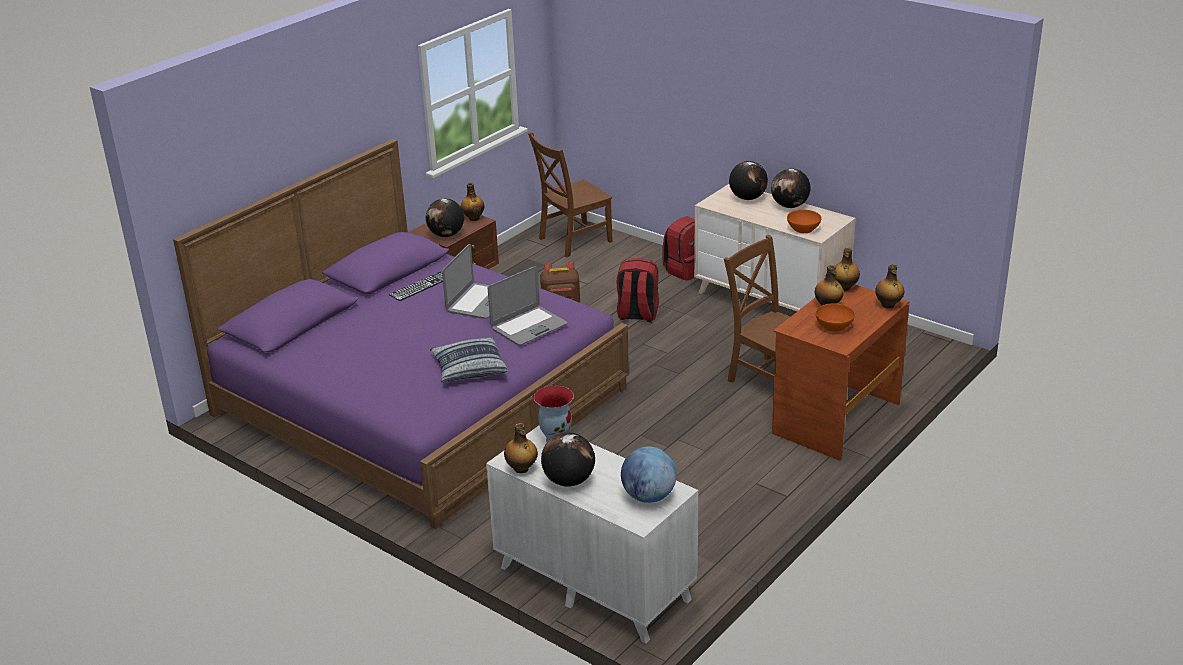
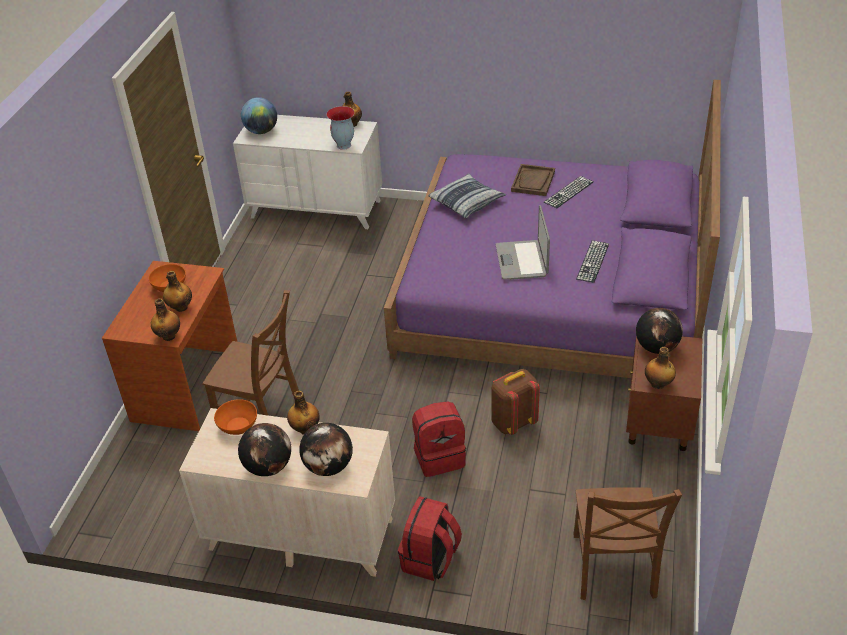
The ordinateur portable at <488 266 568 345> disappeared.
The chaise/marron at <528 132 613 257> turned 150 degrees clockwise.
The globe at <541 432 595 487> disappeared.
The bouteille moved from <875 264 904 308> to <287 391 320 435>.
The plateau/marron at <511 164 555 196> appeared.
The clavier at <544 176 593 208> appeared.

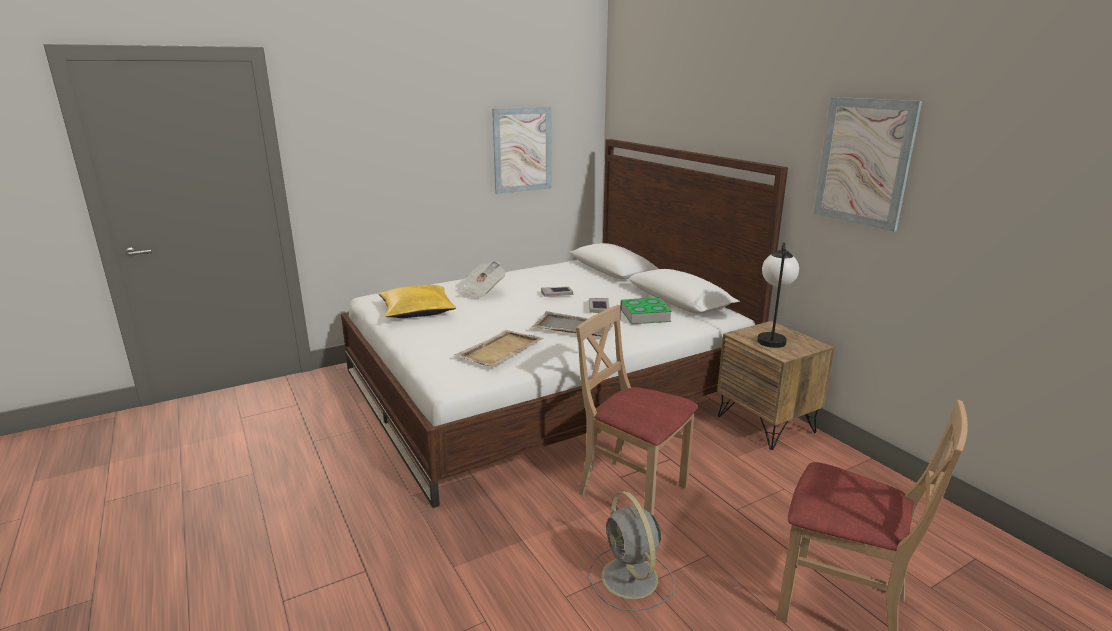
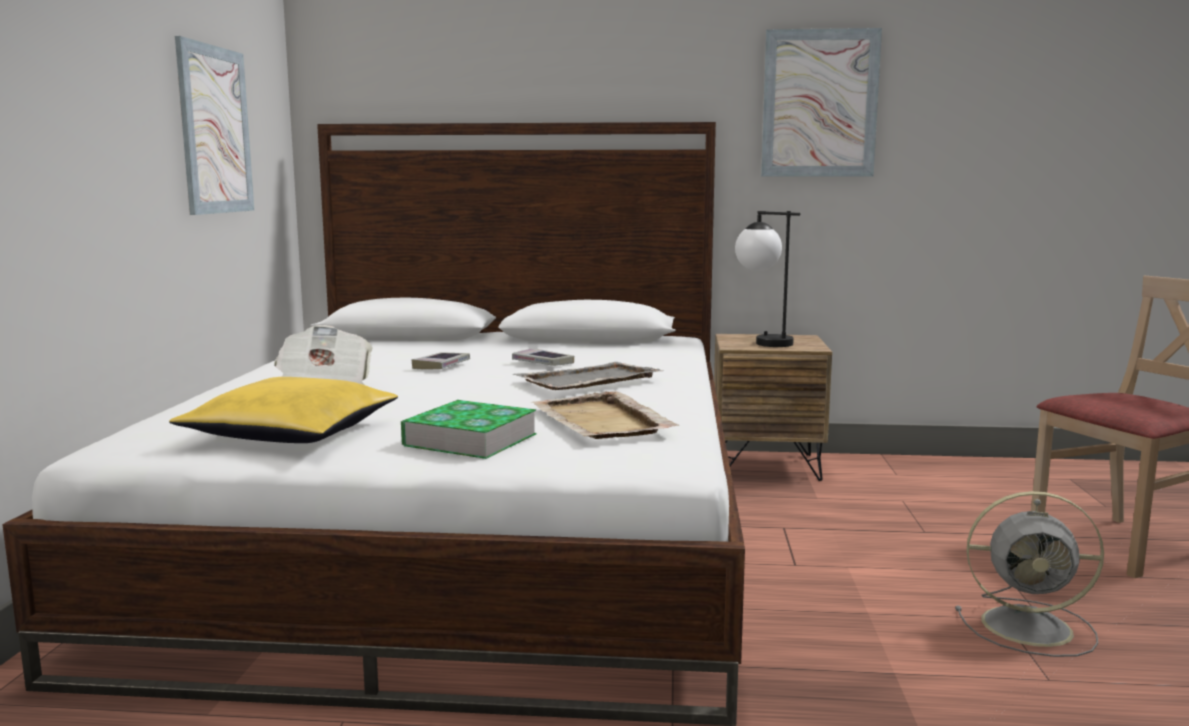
The chaise/beige at <576 305 698 516> disappeared.
The livre moved from <621 298 672 324> to <401 400 537 459>.

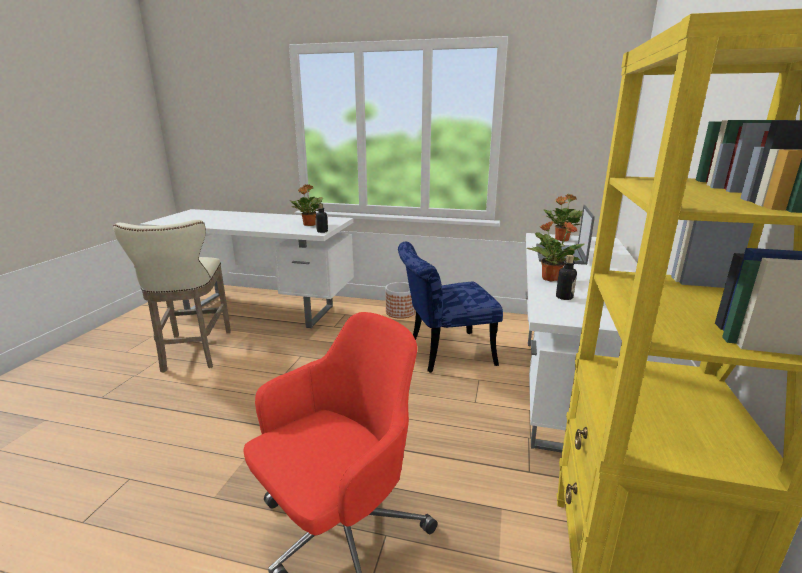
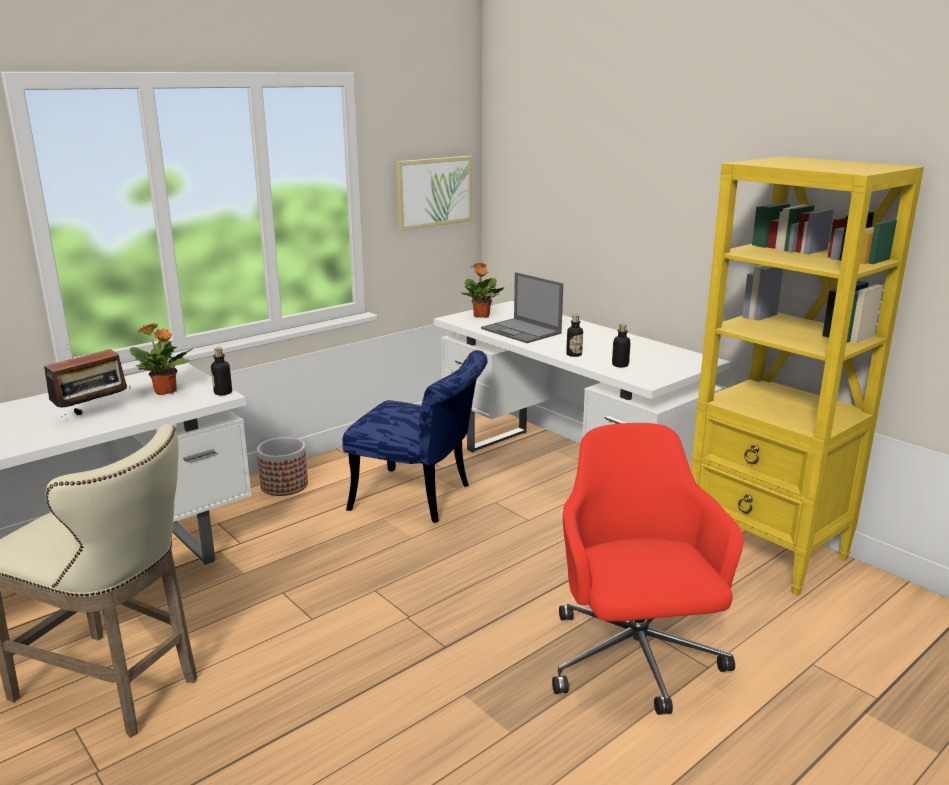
The chaise/bleu at <398 242 503 373> turned 90 degrees counterclockwise.
The plante en pot at <527 220 584 282> was replaced by the bouteille at <566 314 583 357>.
The radio at <44 349 131 417> appeared.
The tableau at <396 156 472 231> appeared.

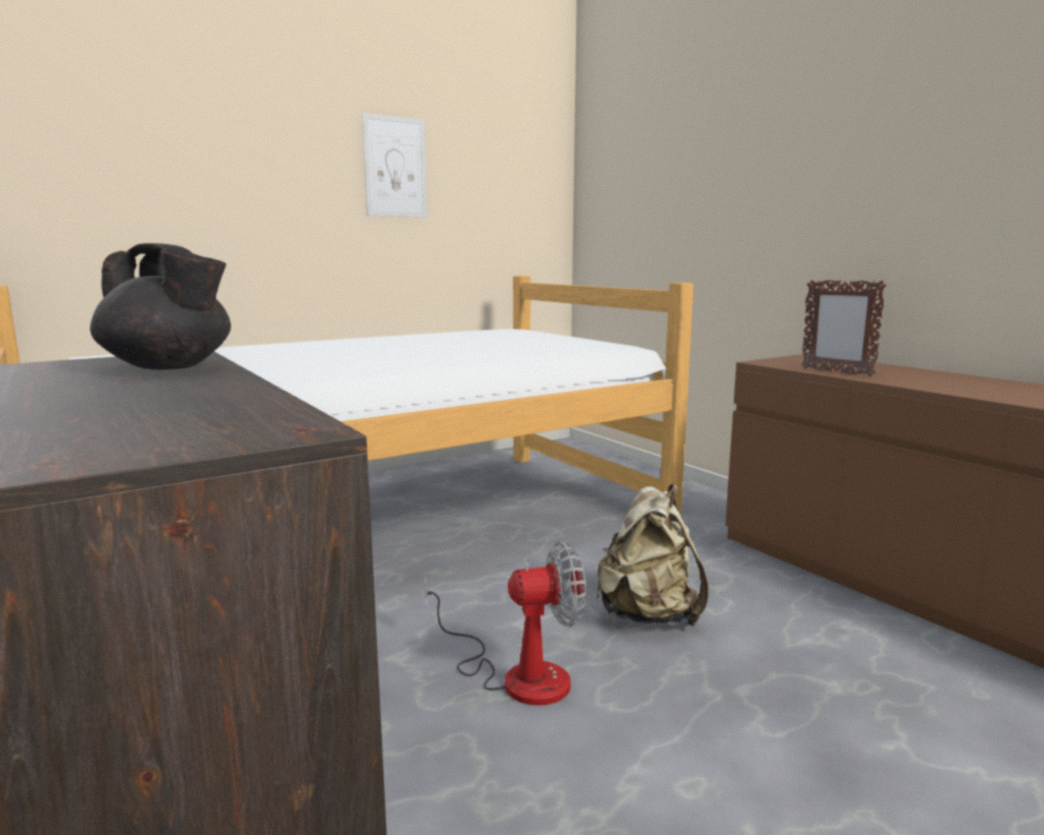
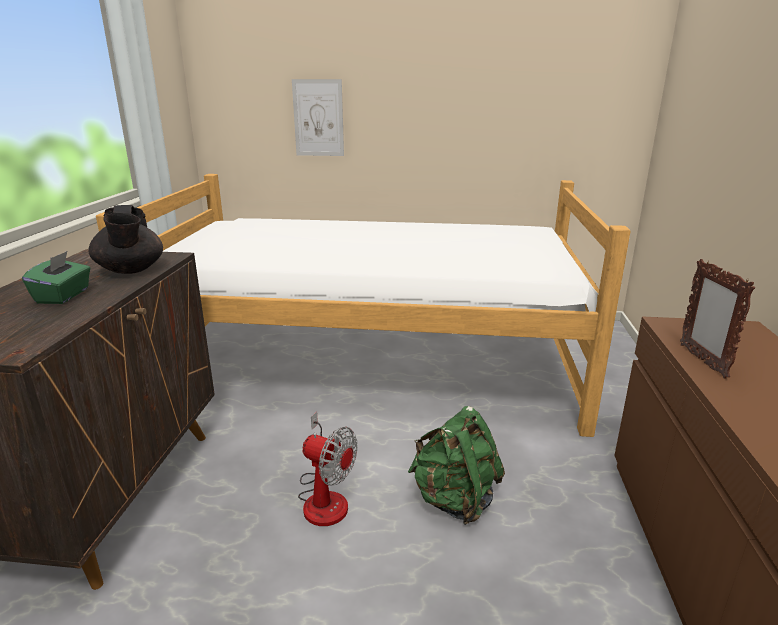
The tableau moved from <362 113 427 218> to <292 79 344 156>.
The sac à dos/beige at <596 484 709 626> became the sac à dos/vert at <408 406 505 525>.
The boîte à mouchoirs/vert at <22 251 90 304> appeared.

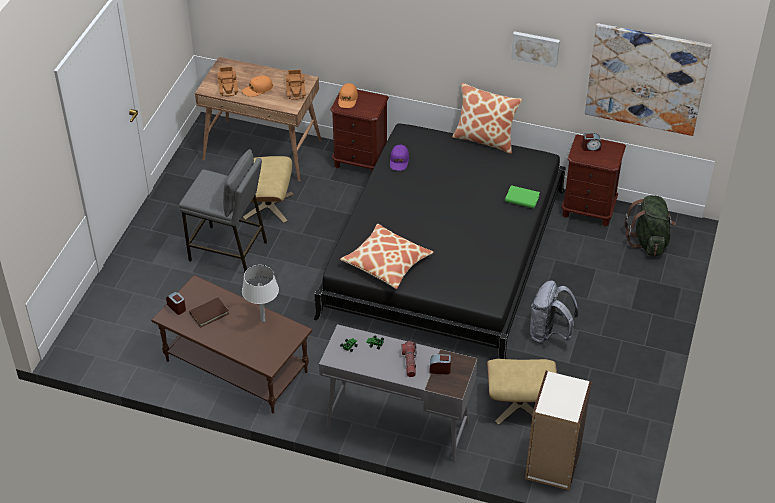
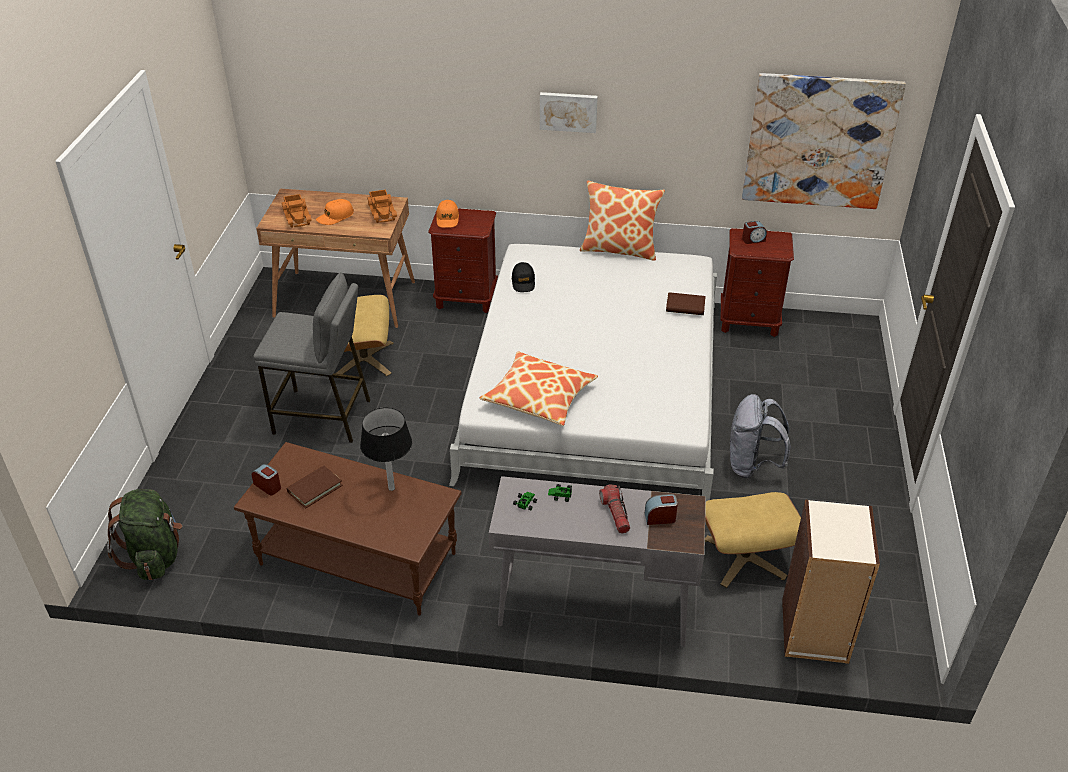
The lampe de table/blanc at <242 265 279 322> became the lampe de table/noir at <360 407 412 491>.
The lit/noir at <314 123 566 359> became the lit/blanc at <449 244 717 501>.
The casquette/violet at <390 145 409 171> became the casquette/noir at <512 262 535 292>.
The livre/vert at <505 185 540 209> became the livre/marron at <666 292 706 315>.
The tableau moved from <511 31 560 67> to <540 92 598 133>.
The sac à dos/vert moved from <625 195 676 256> to <107 489 182 580>.

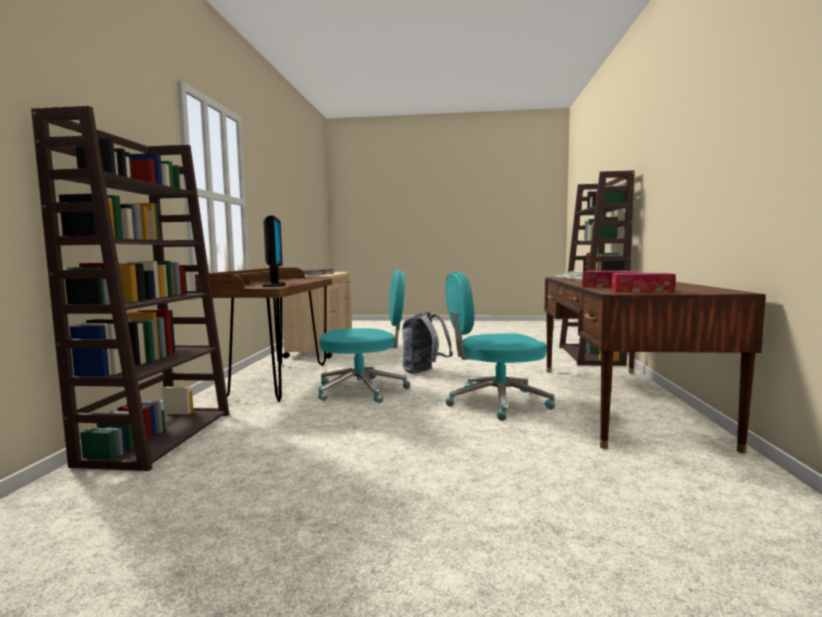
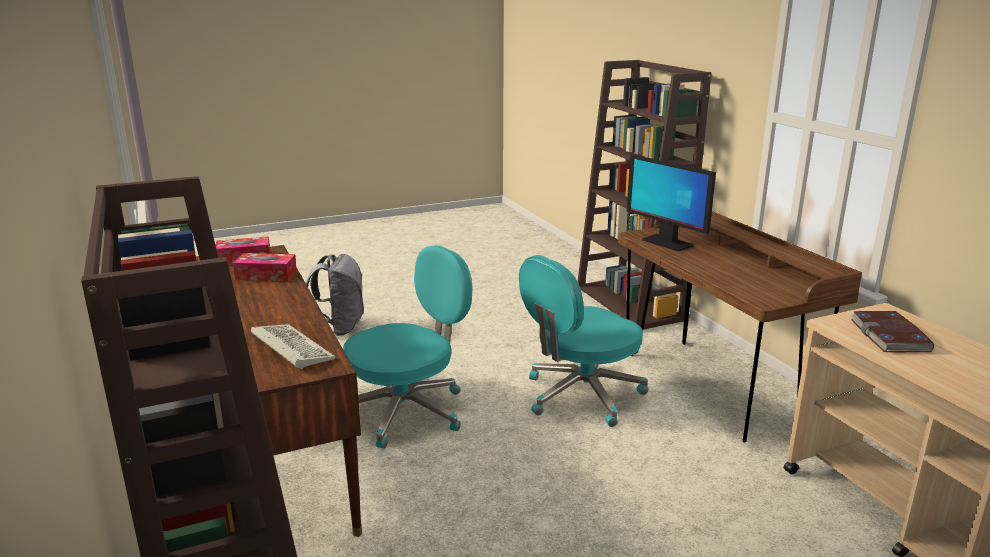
The sac à dos/gris moved from <402 311 453 374> to <306 254 364 336>.

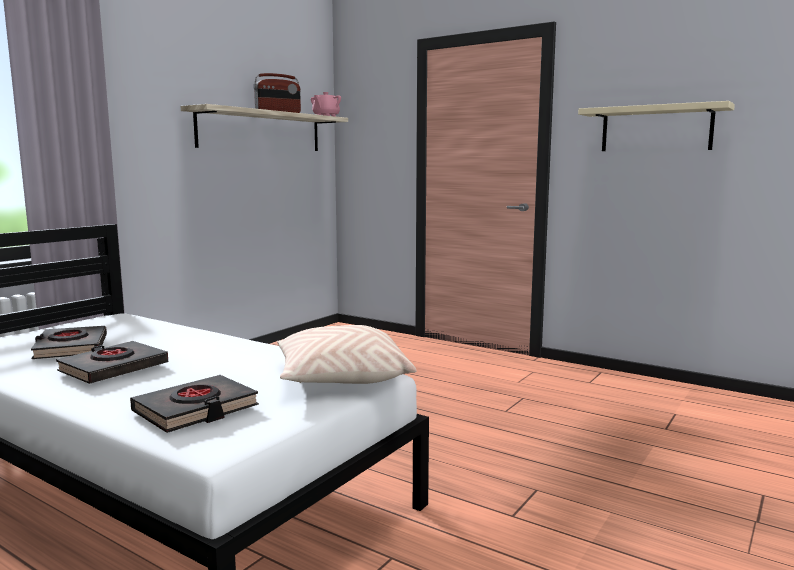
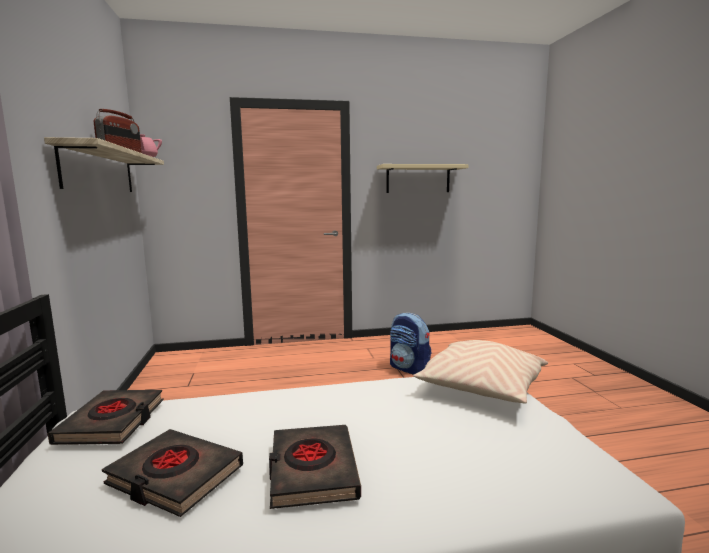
The livre/noir moved from <130 375 259 433> to <48 390 164 445>.
The sac à dos at <390 313 432 375> appeared.

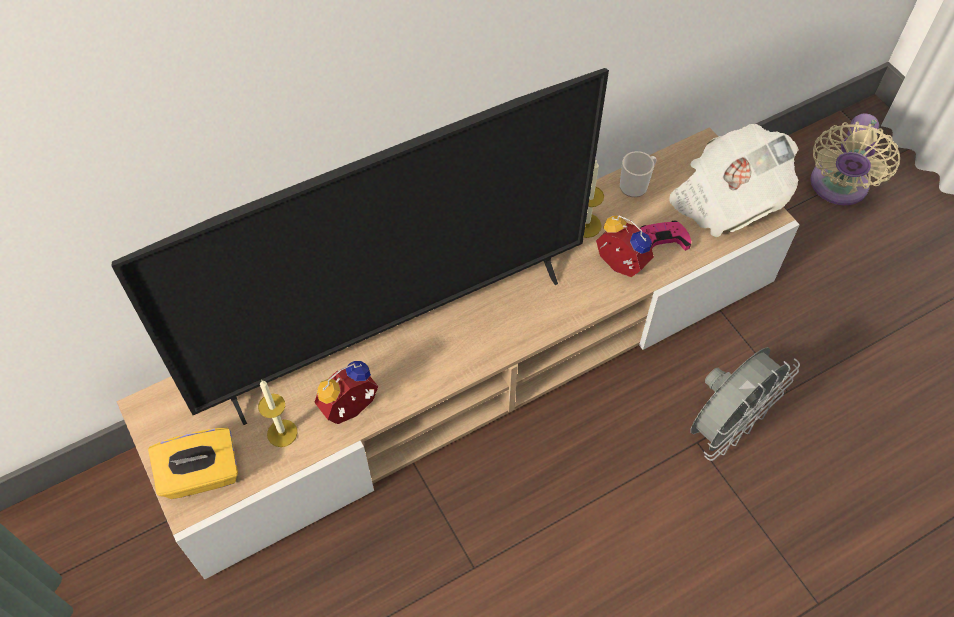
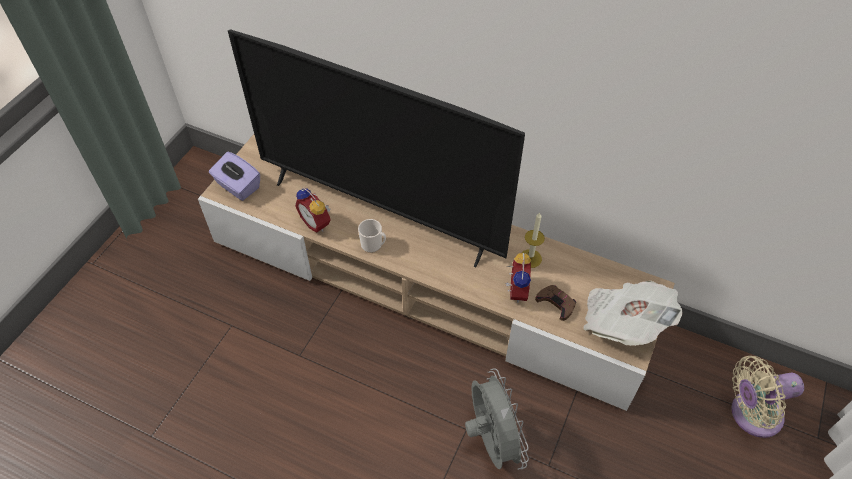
The boîte à mouchoirs/jaune at <148 428 238 499> became the boîte à mouchoirs/violet at <209 152 260 201>.
The bougie at <258 380 298 447> disappeared.
The réveil at <314 361 378 424> turned 150 degrees counterclockwise.
The mug moved from <620 151 657 197> to <358 219 386 253>.
The manette/rose at <640 220 691 251> became the manette/marron at <535 285 576 321>.
The ventilateur/gris at <691 347 800 461> turned 120 degrees counterclockwise.

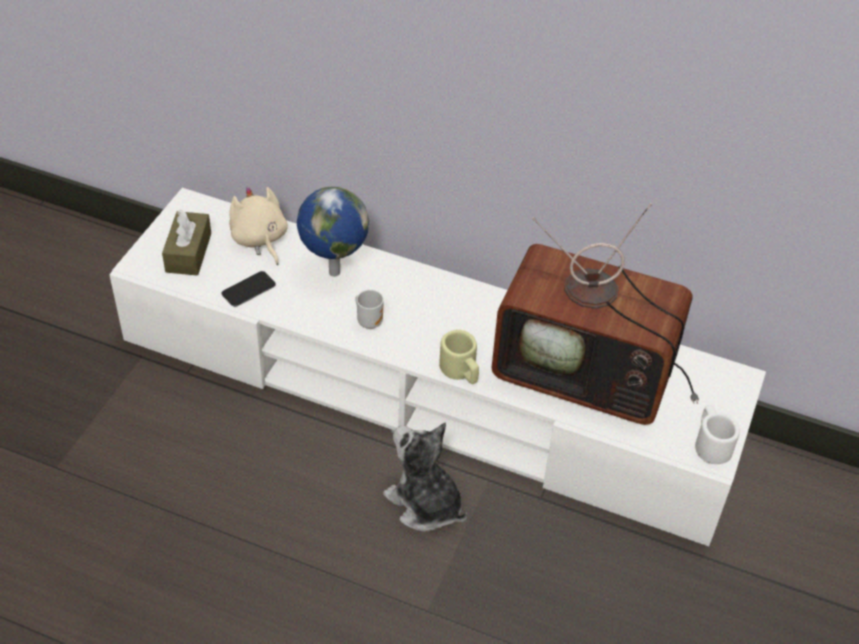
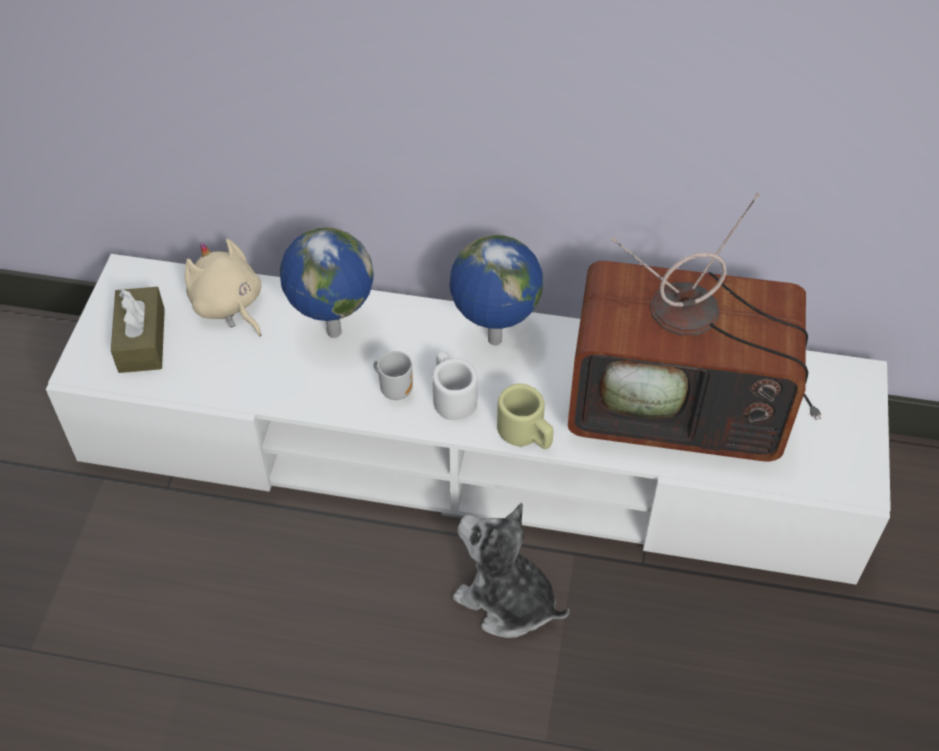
The téléphone at <222 271 276 307> disappeared.
The mug/blanc moved from <695 405 740 464> to <432 351 478 420>.
The globe at <450 235 543 346> appeared.

